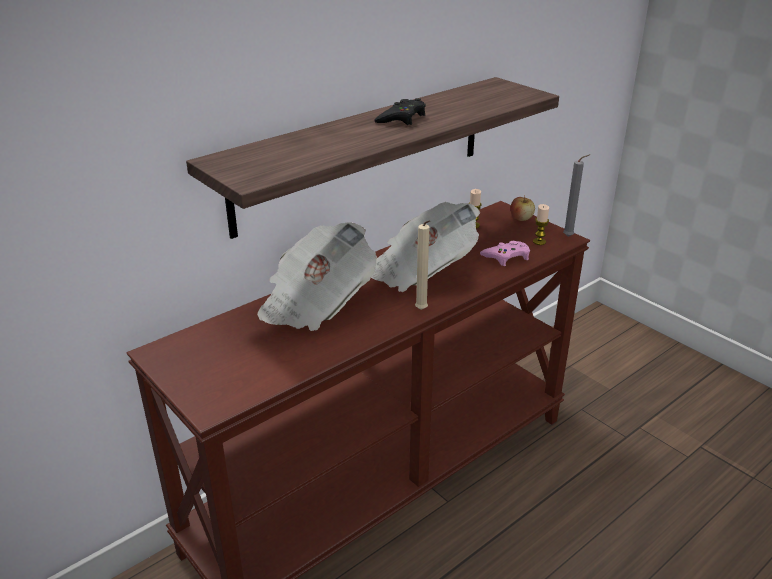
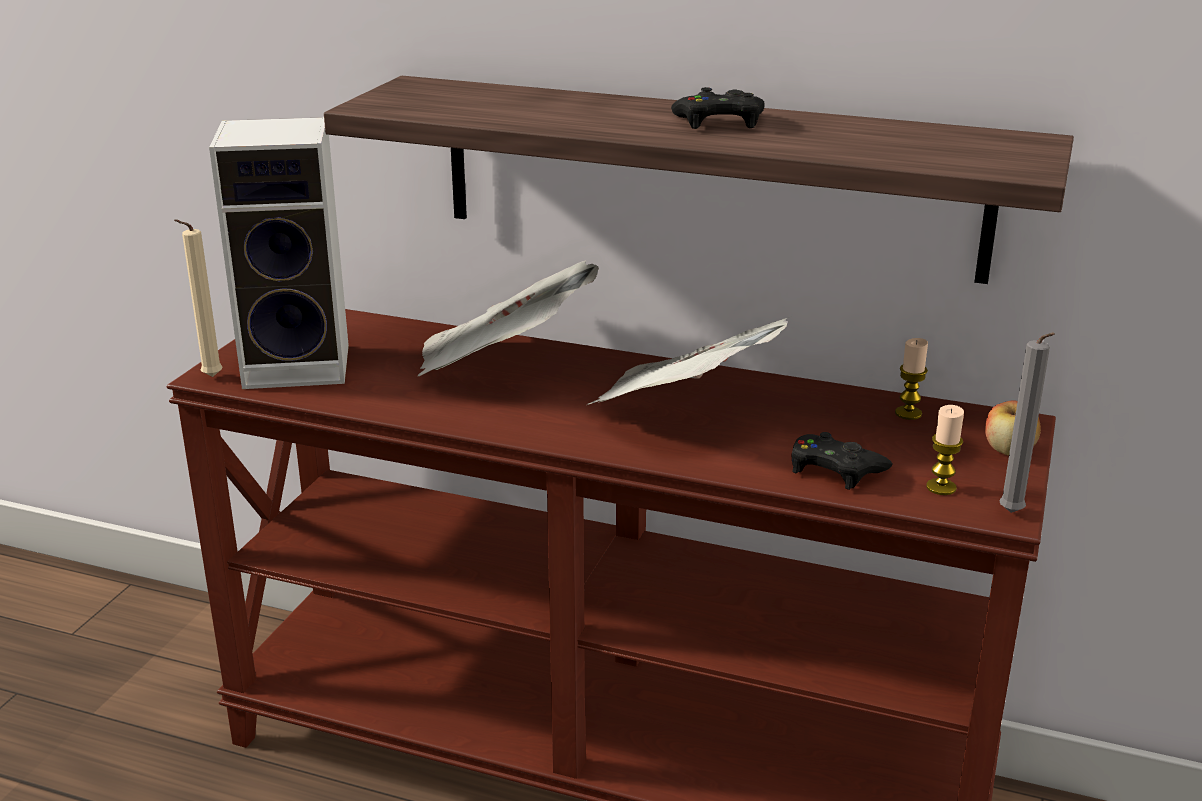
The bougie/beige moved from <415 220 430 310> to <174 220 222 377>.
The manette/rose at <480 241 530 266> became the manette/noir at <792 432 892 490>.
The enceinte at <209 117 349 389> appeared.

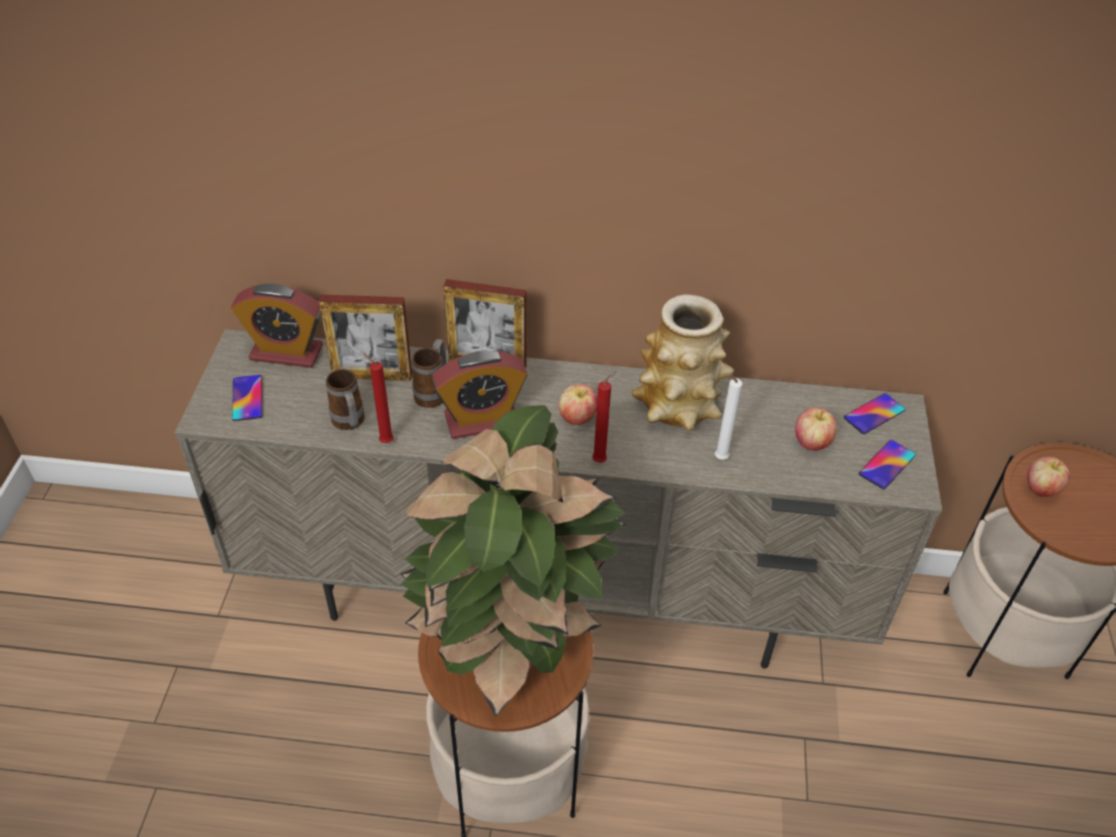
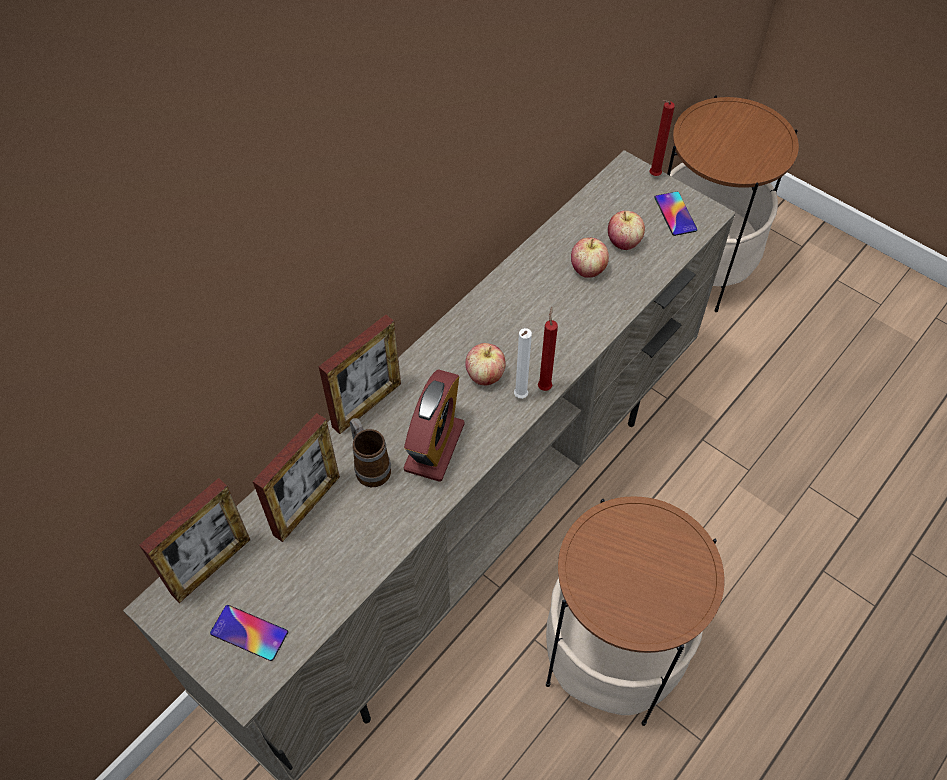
The réveil at <231 284 323 368> was replaced by the cadre photo at <139 478 250 603>.
The mug at <326 369 365 430> disappeared.
The bougie/rouge moved from <363 353 394 443> to <649 100 675 176>.
The plante en pot at <400 405 626 717> disappeared.
The vase at <632 295 734 430> disappeared.
The bougie/blanc moved from <715 375 742 460> to <514 328 532 399>.
The téléphone at <844 393 905 434> disappeared.
The pomme moved from <1027 457 1070 497> to <571 238 609 278>.

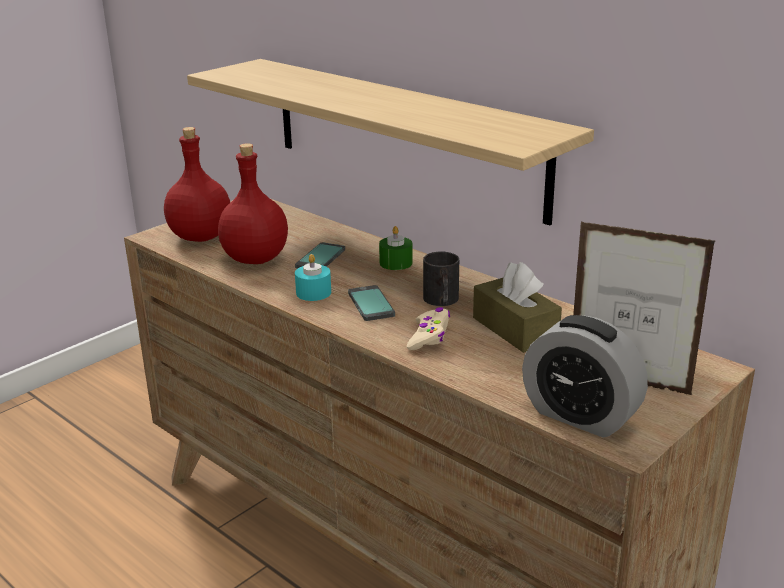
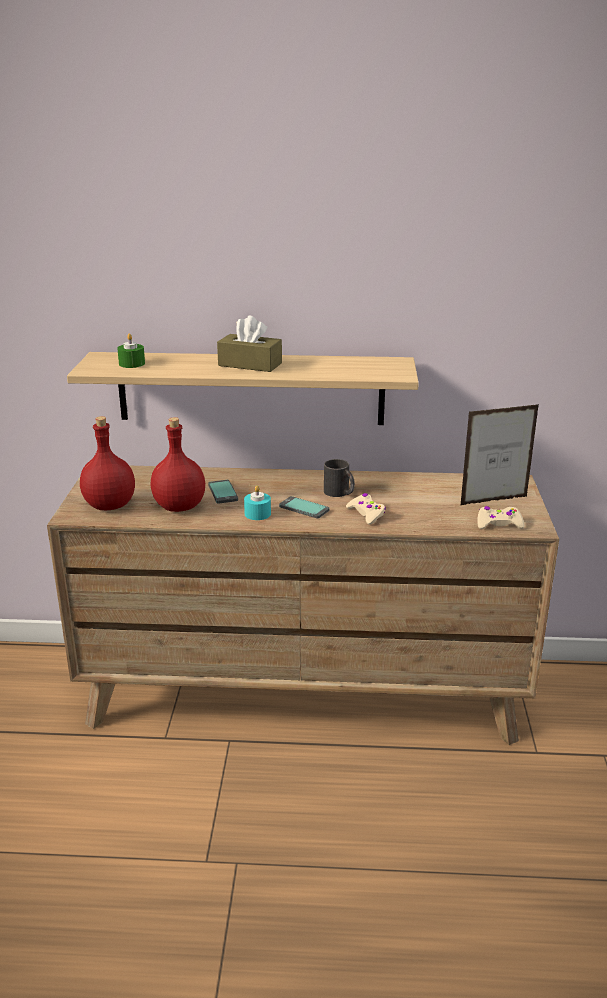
The bougie/vert moved from <379 226 413 270> to <117 334 145 368>.
The boîte à mouchoirs/marron moved from <473 262 562 353> to <217 316 282 372>.
The réveil at <522 315 648 438> was replaced by the manette/beige at <477 506 525 529>.

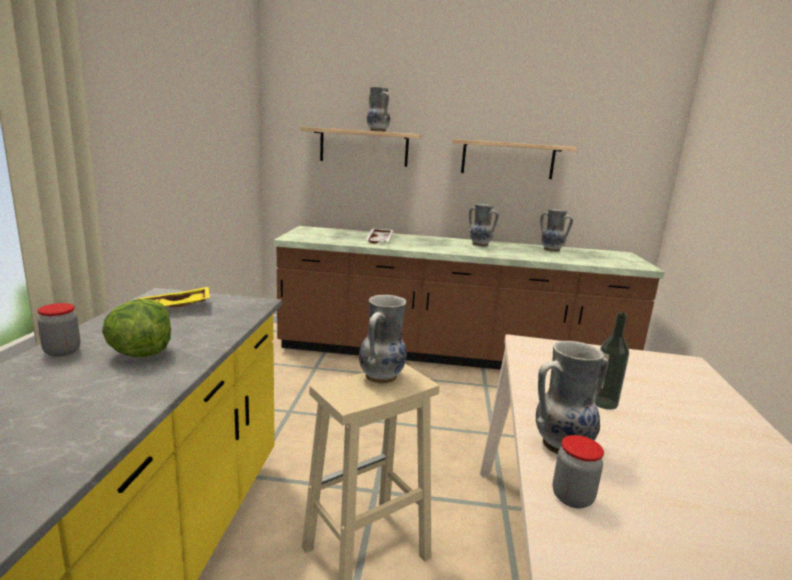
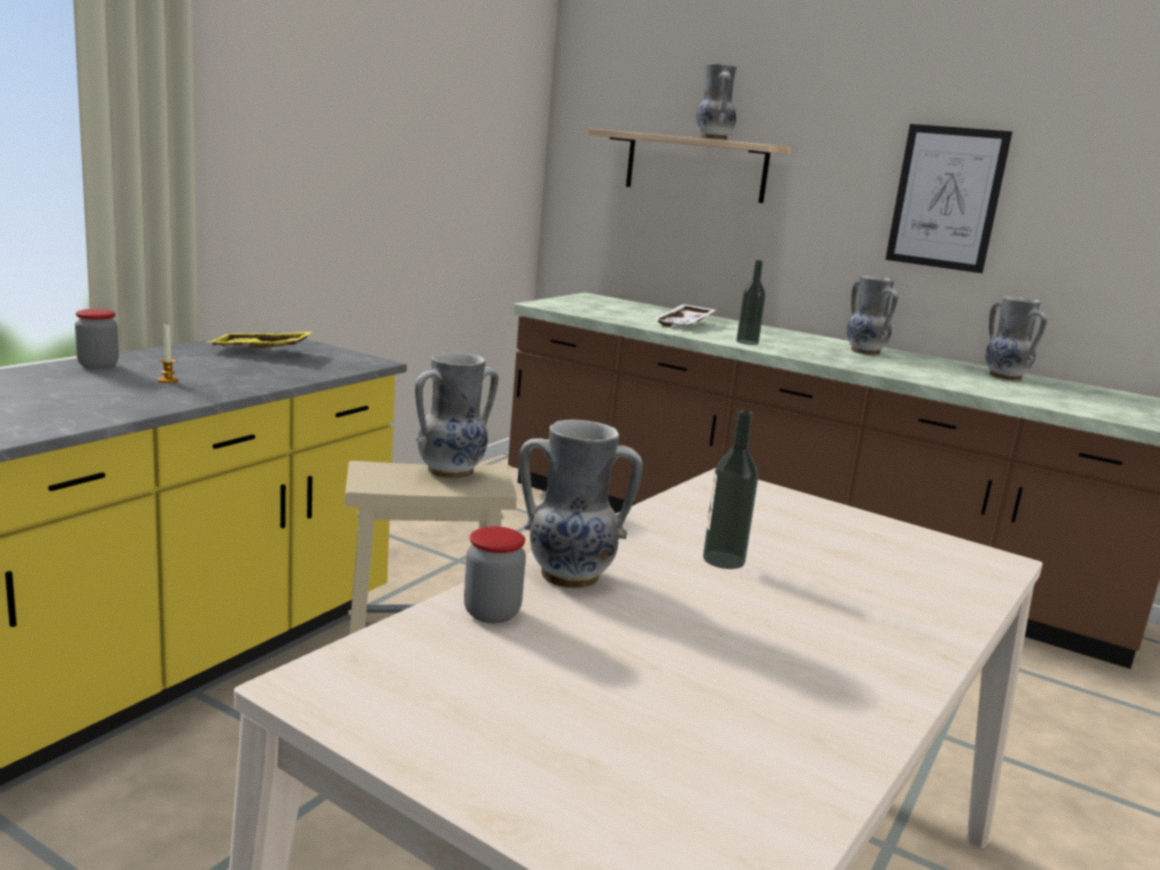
The laitue at <102 299 171 357> was replaced by the bougie at <158 323 179 383>.
The étagère at <452 139 577 179> was replaced by the tableau at <885 124 1012 273>.
The bouteille at <736 260 766 345> appeared.

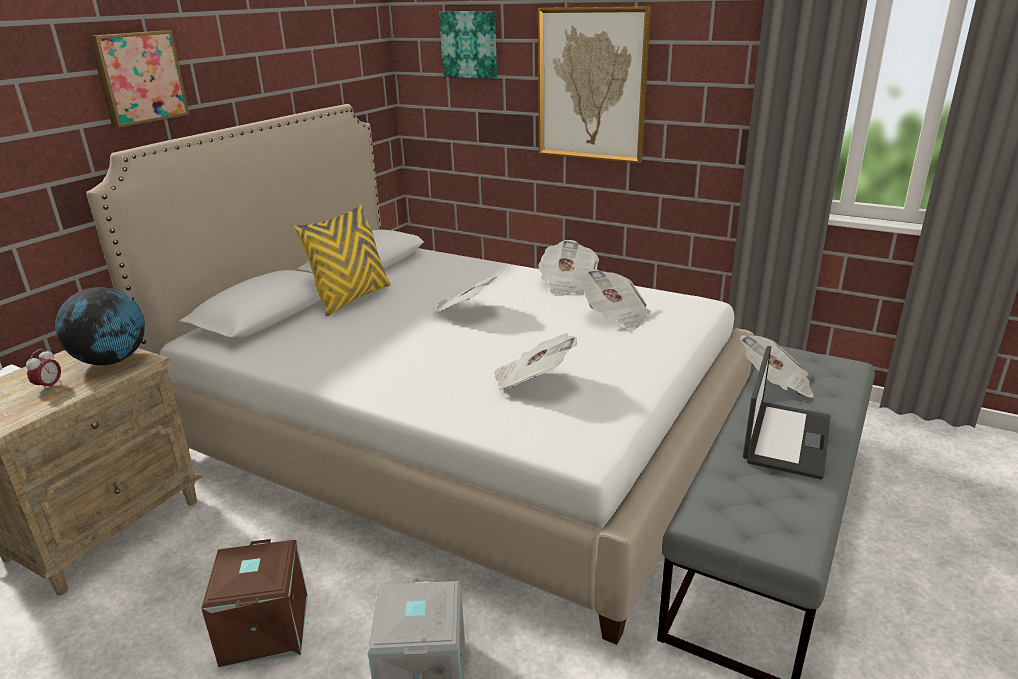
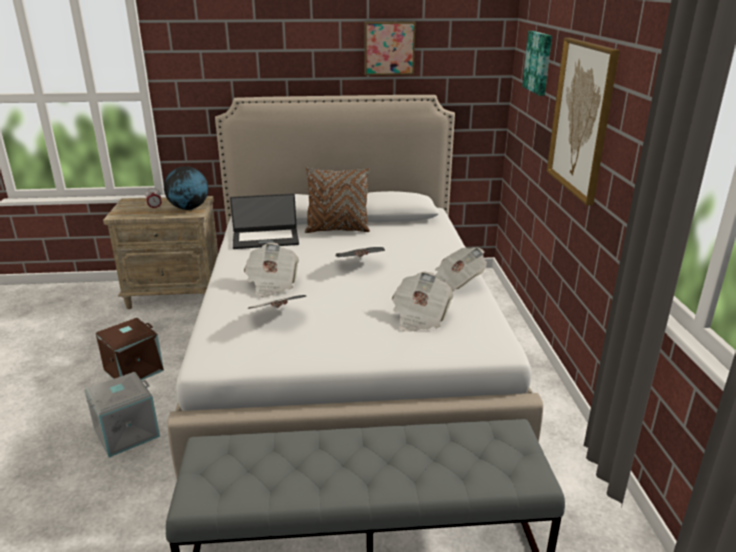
The tableau moved from <89 30 190 128> to <364 21 415 75>.
The coussin/jaune at <293 204 391 316> became the coussin/marron at <305 167 370 233>.
The journal moved from <740 335 813 398> to <244 243 299 297>.
The ordinateur portable moved from <743 346 831 479> to <230 193 299 249>.

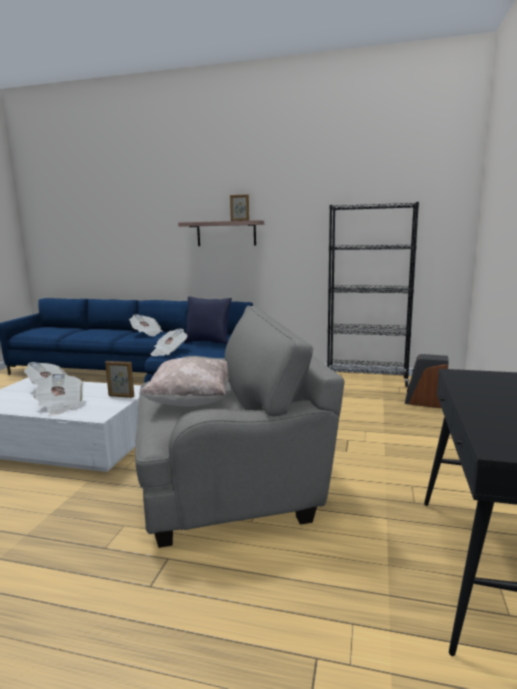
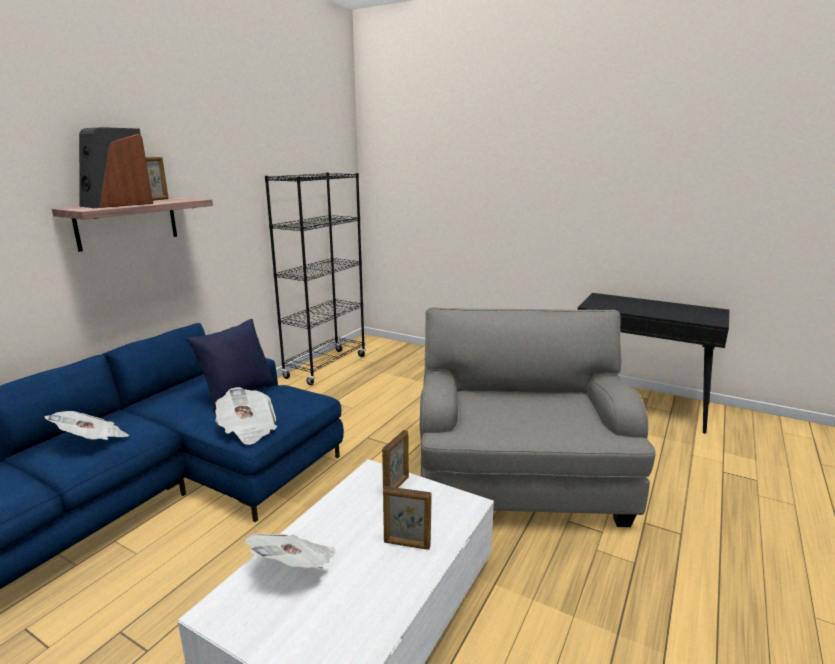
The journal at <34 373 84 415> was replaced by the cadre photo at <383 486 432 550>.
The coussin/beige at <140 357 229 406> disappeared.
The enceinte moved from <405 354 449 408> to <79 127 153 208>.

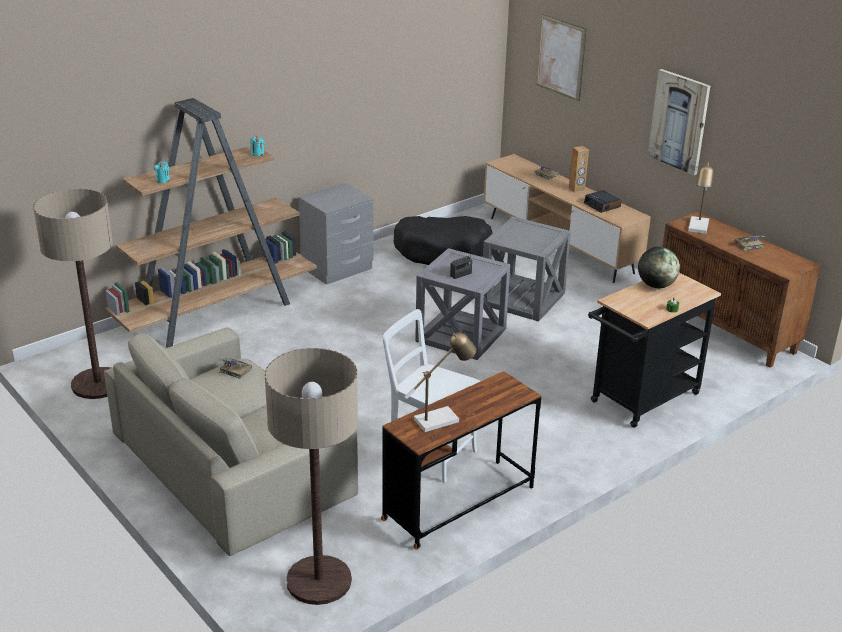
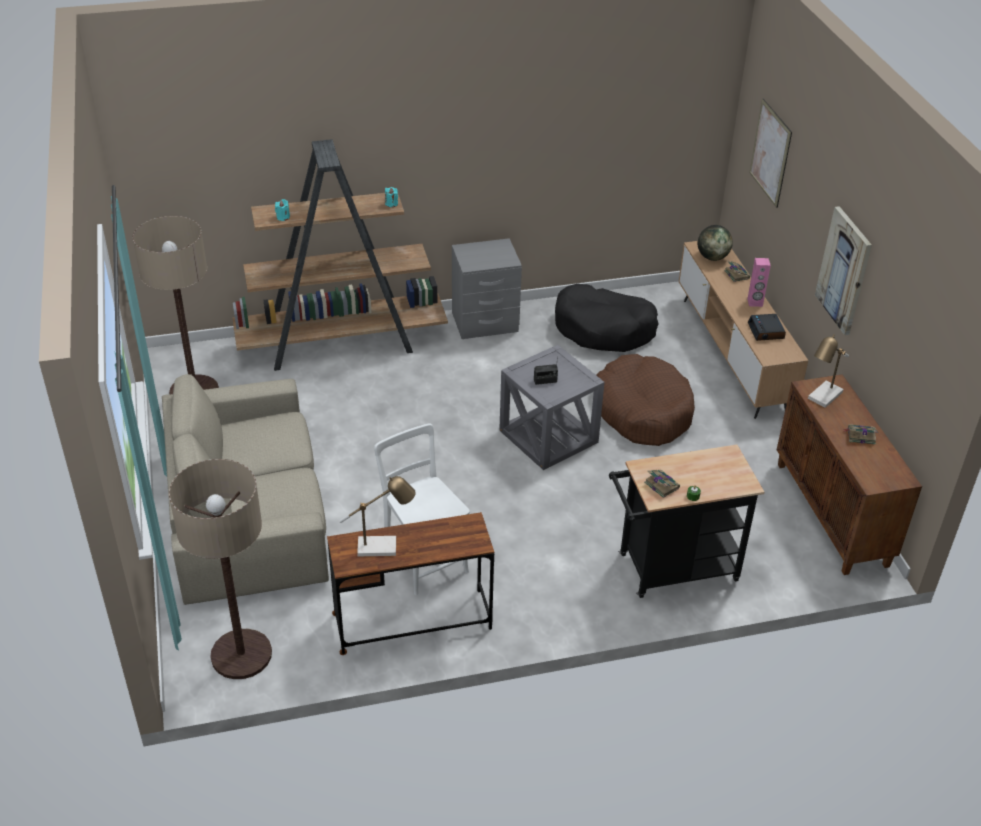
The livre moved from <219 358 252 379> to <644 470 680 498>.
The table d'appoint/gris at <483 217 571 321> was replaced by the panier pour chien/marron at <596 354 695 446>.
The enceinte/marron at <569 146 589 193> became the enceinte/rose at <747 258 771 307>.
The globe moved from <638 247 680 288> to <698 225 733 261>.

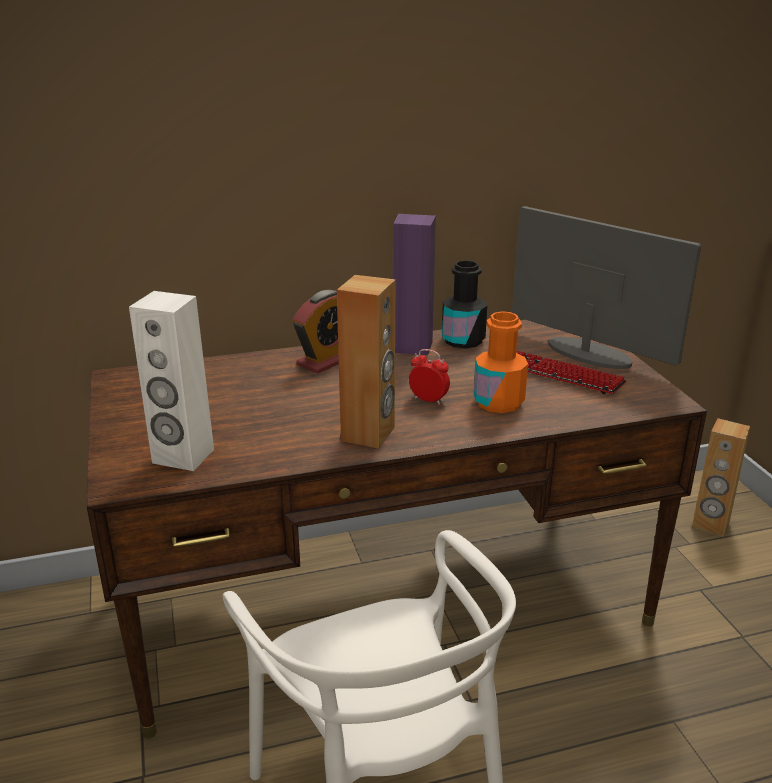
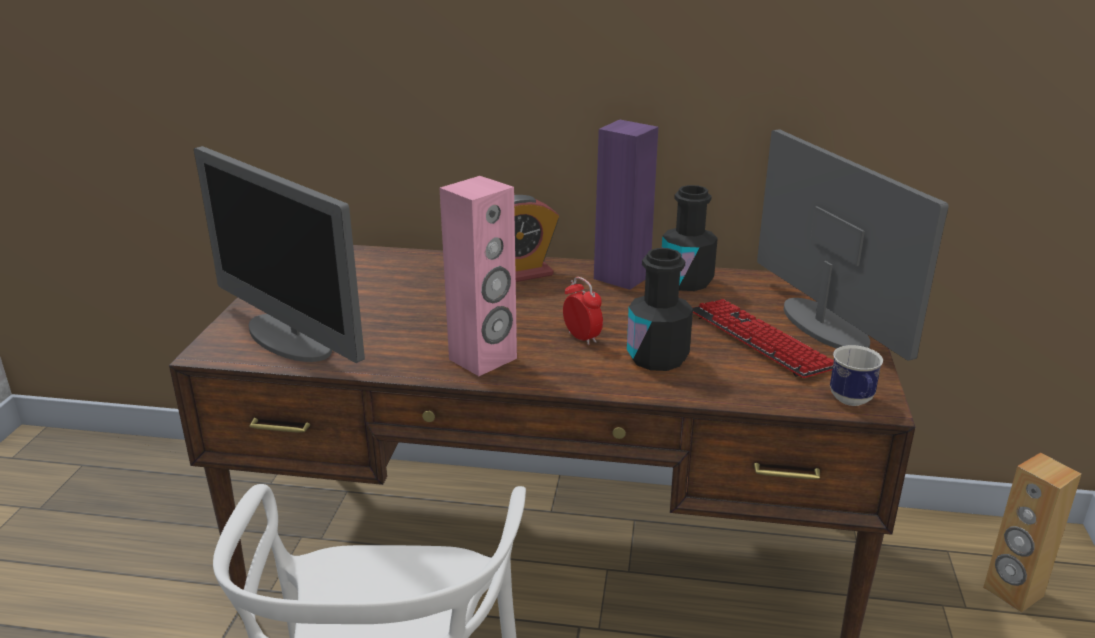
The enceinte/blanc at <129 291 214 471> was replaced by the écran d'ordinateur at <194 146 365 363>.
The enceinte/marron at <337 275 395 449> became the enceinte/rose at <440 176 517 376>.
The bouteille/orange at <474 311 528 413> became the bouteille/noir at <627 248 693 371>.
The mug at <830 345 883 406> appeared.

